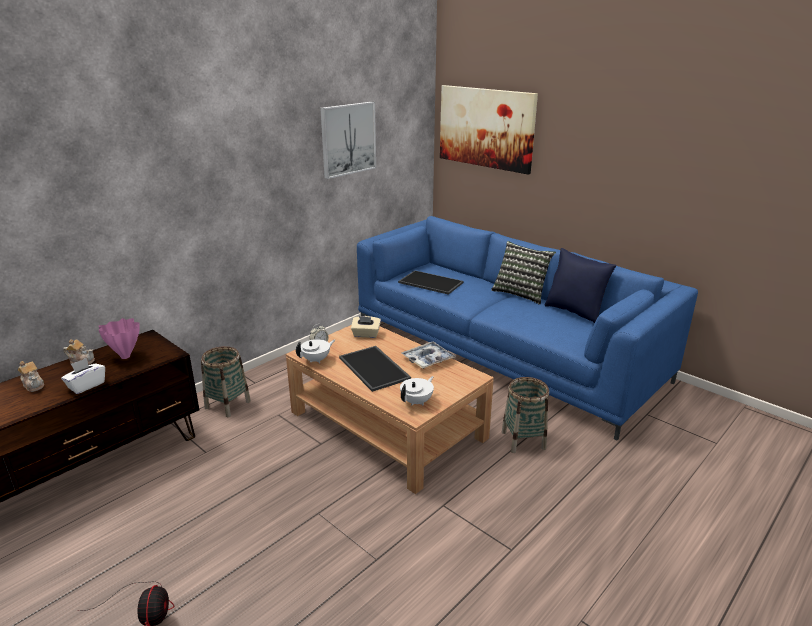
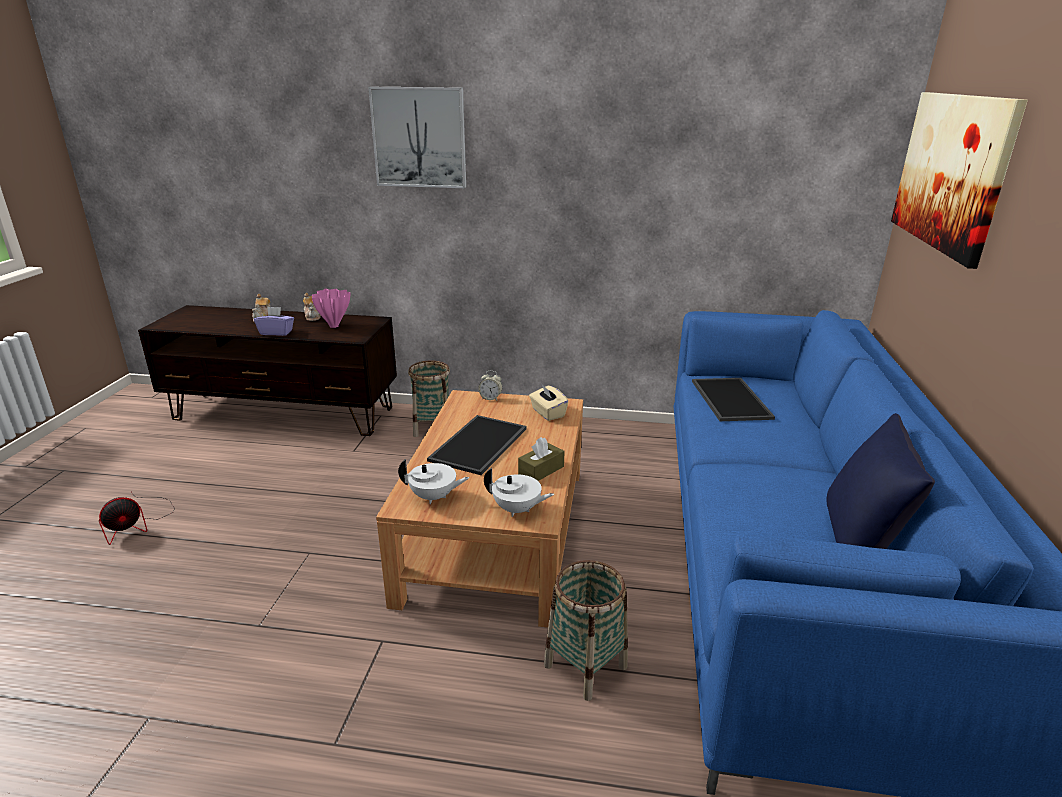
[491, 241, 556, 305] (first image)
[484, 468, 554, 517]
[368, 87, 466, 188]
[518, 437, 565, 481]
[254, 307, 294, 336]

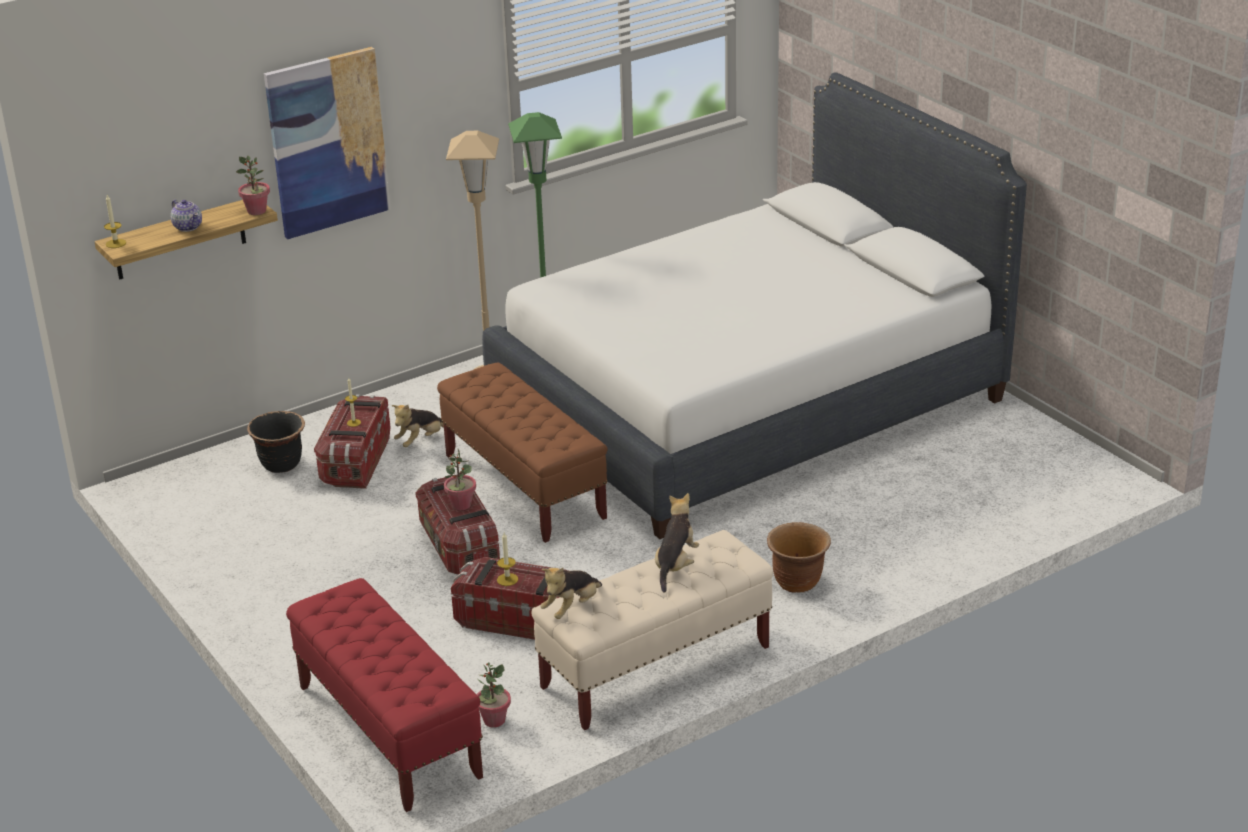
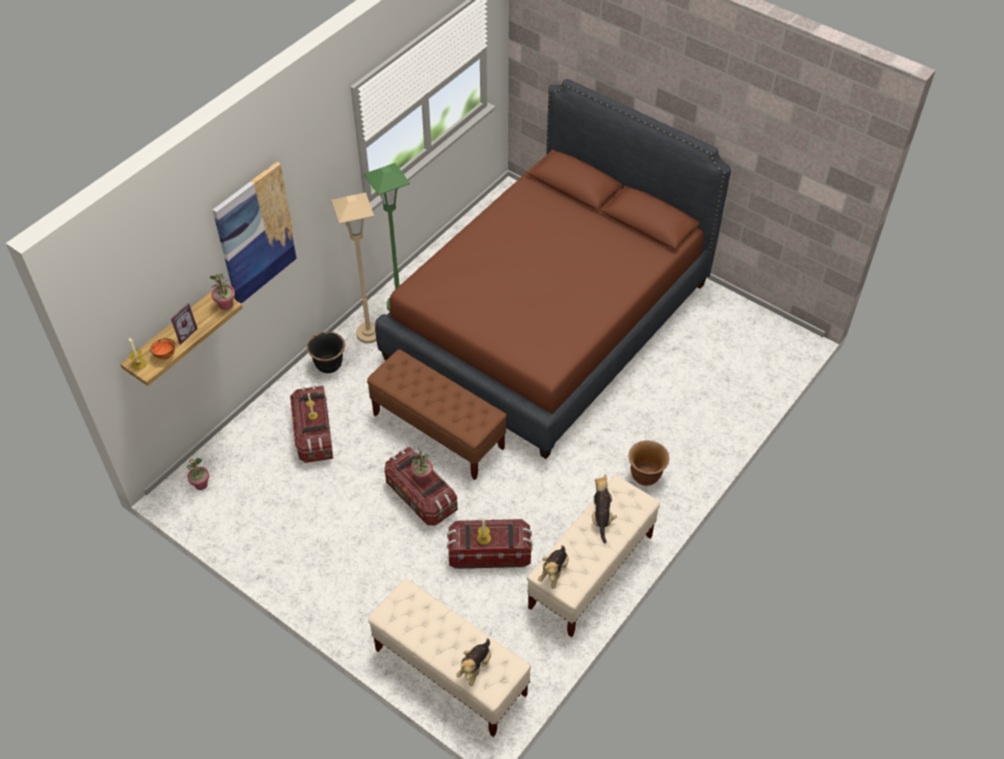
[150, 338, 175, 359]
[307, 332, 345, 373]
[456, 638, 491, 686]
[187, 458, 209, 490]
[171, 303, 198, 344]
[368, 578, 531, 737]
[375, 79, 731, 459]

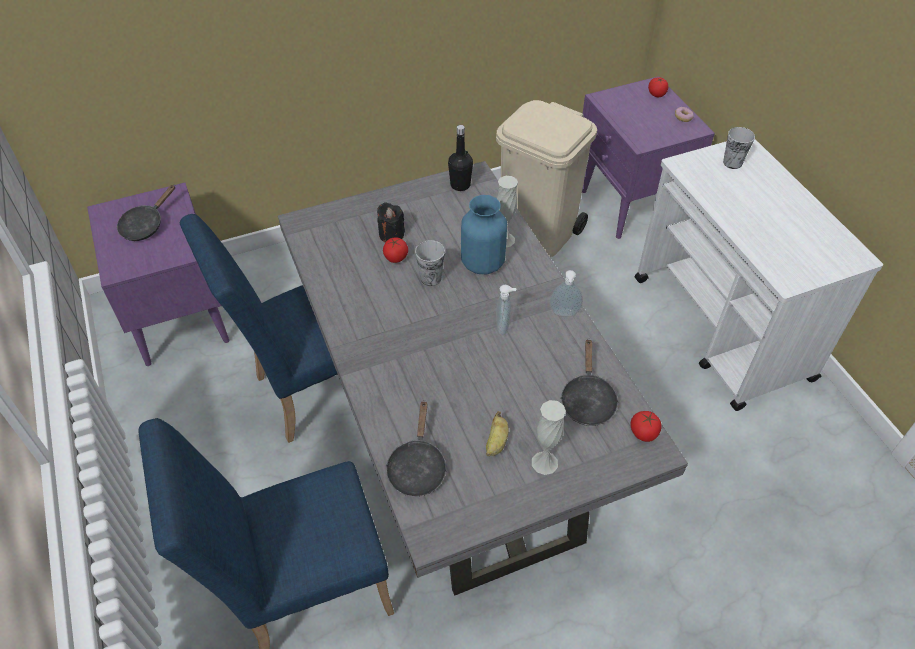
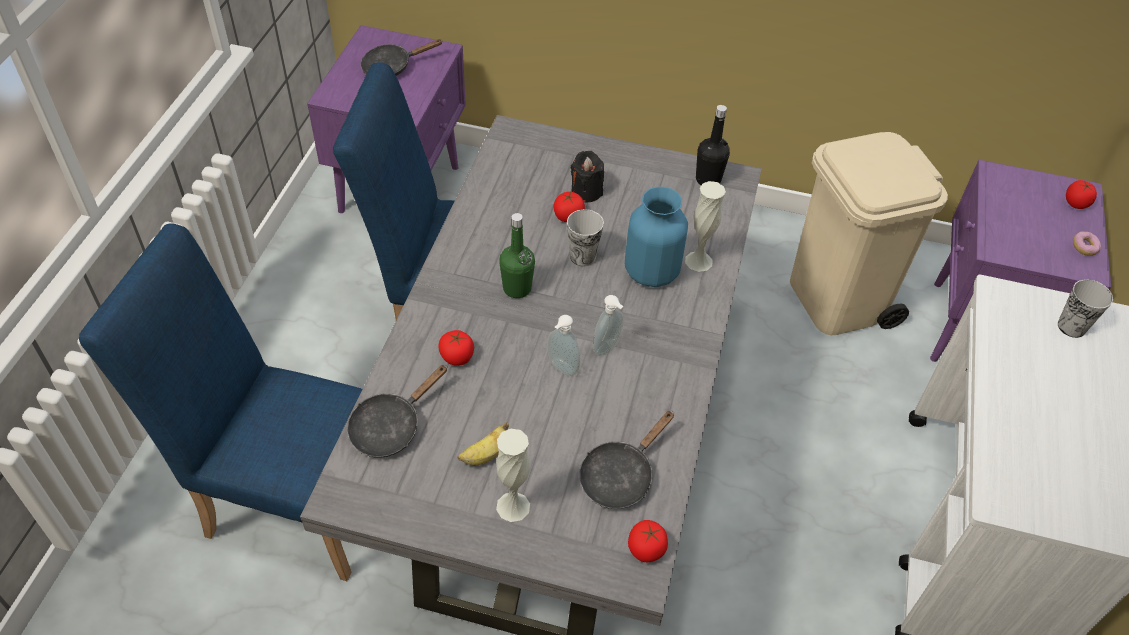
[438, 330, 474, 366]
[499, 213, 535, 298]
[547, 315, 581, 376]

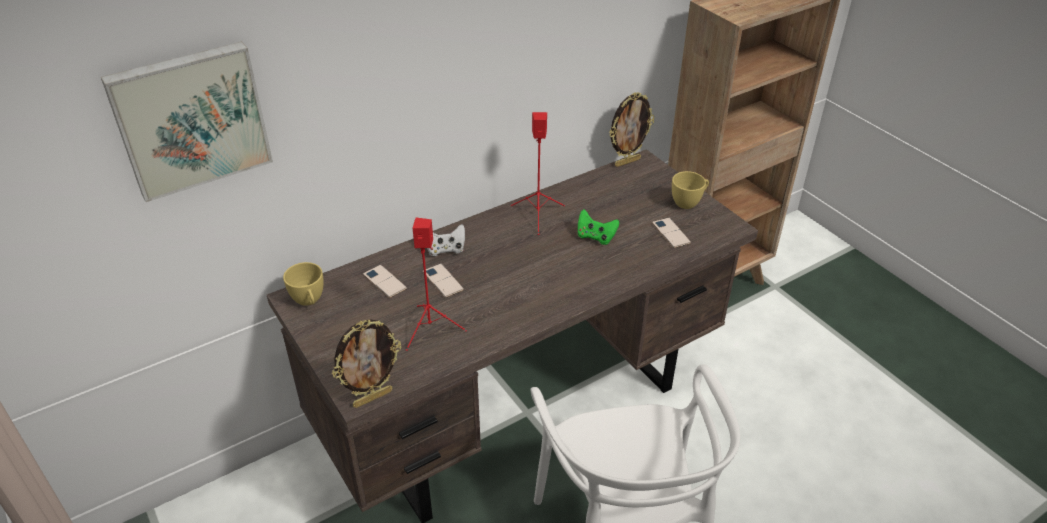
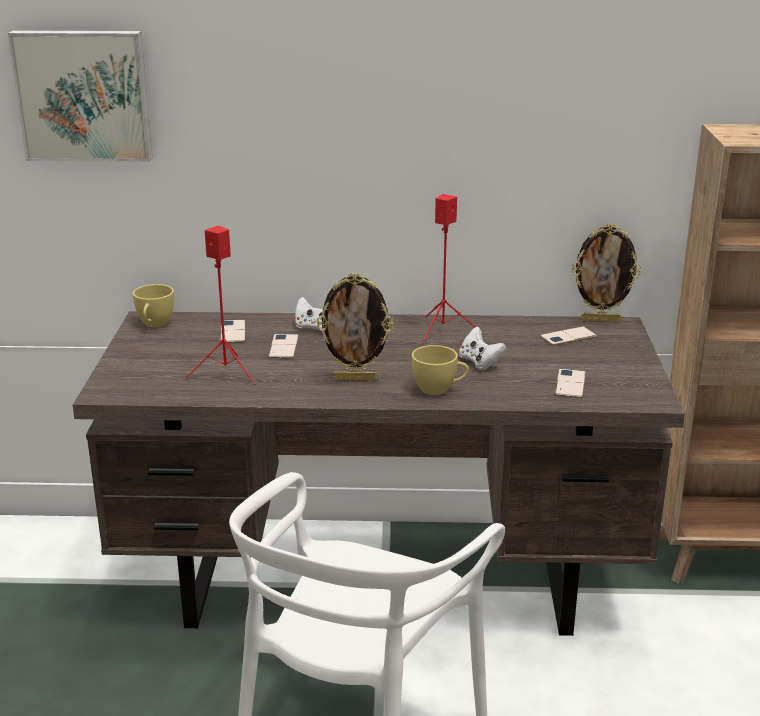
[540, 326, 597, 346]
[317, 273, 394, 381]
[412, 345, 469, 395]
[459, 327, 506, 370]

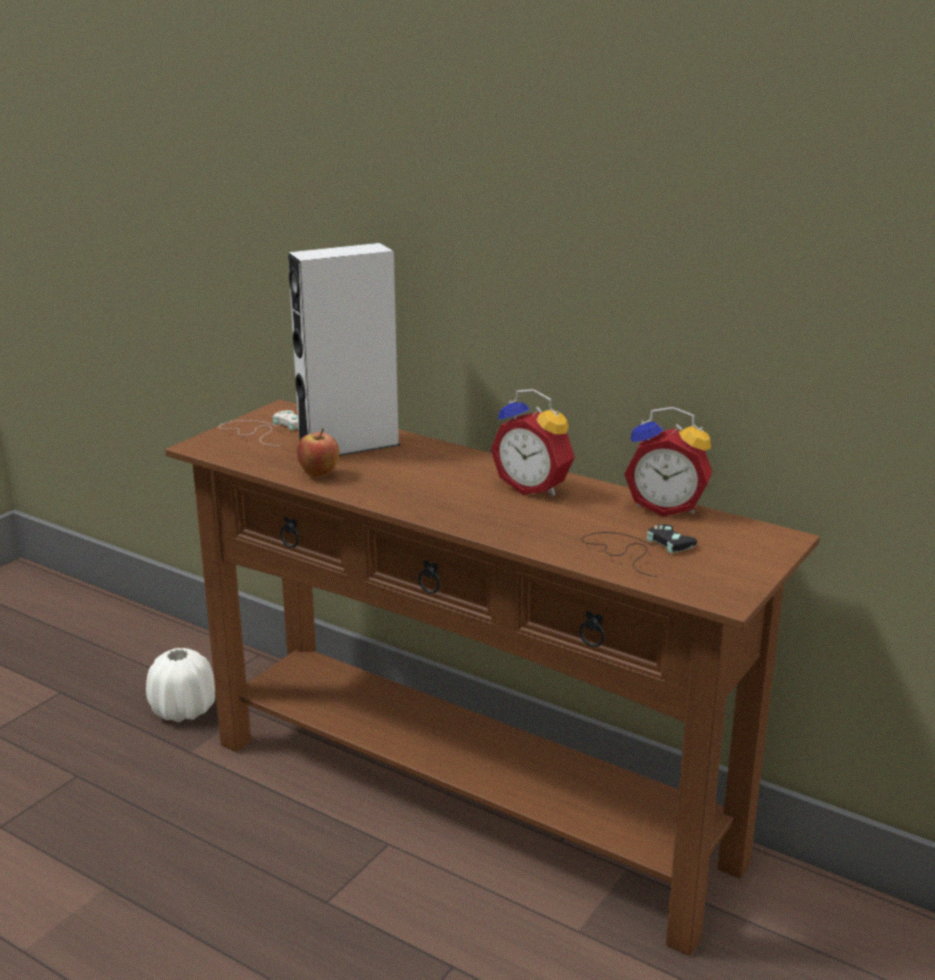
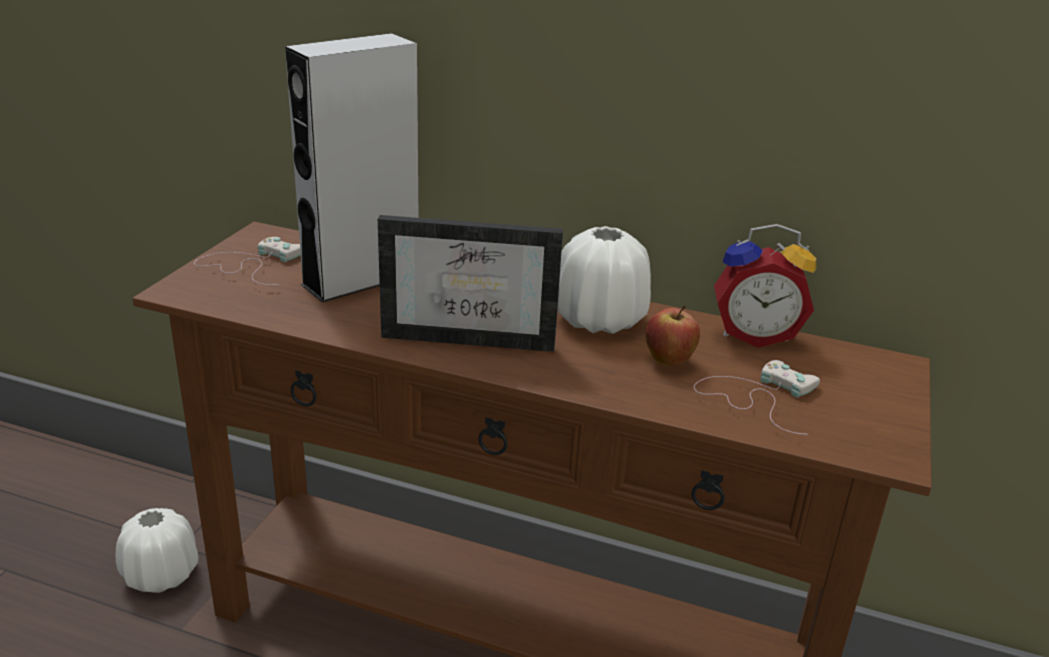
[378, 215, 563, 352]
[645, 305, 700, 366]
[558, 226, 651, 334]
[694, 360, 820, 435]

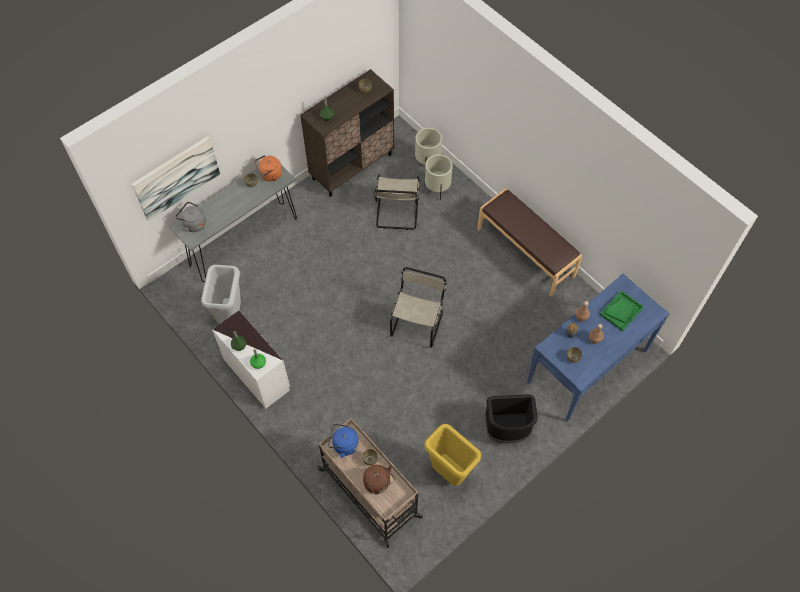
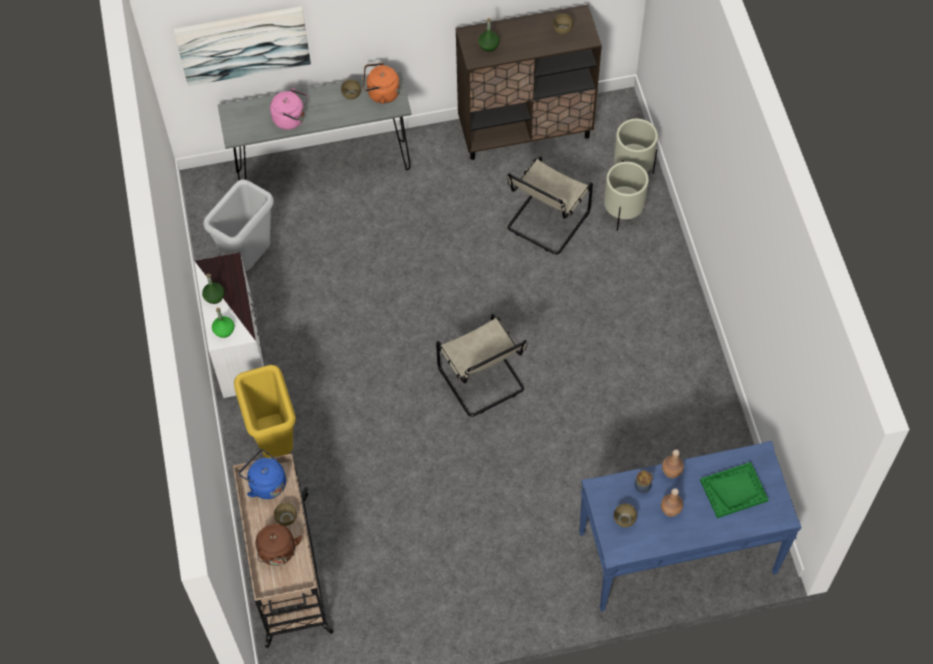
[175, 202, 206, 232] (first image)
[477, 188, 582, 296] (first image)
[485, 394, 538, 444] (first image)
[270, 88, 308, 130]
[234, 365, 296, 458]
[436, 314, 528, 417]

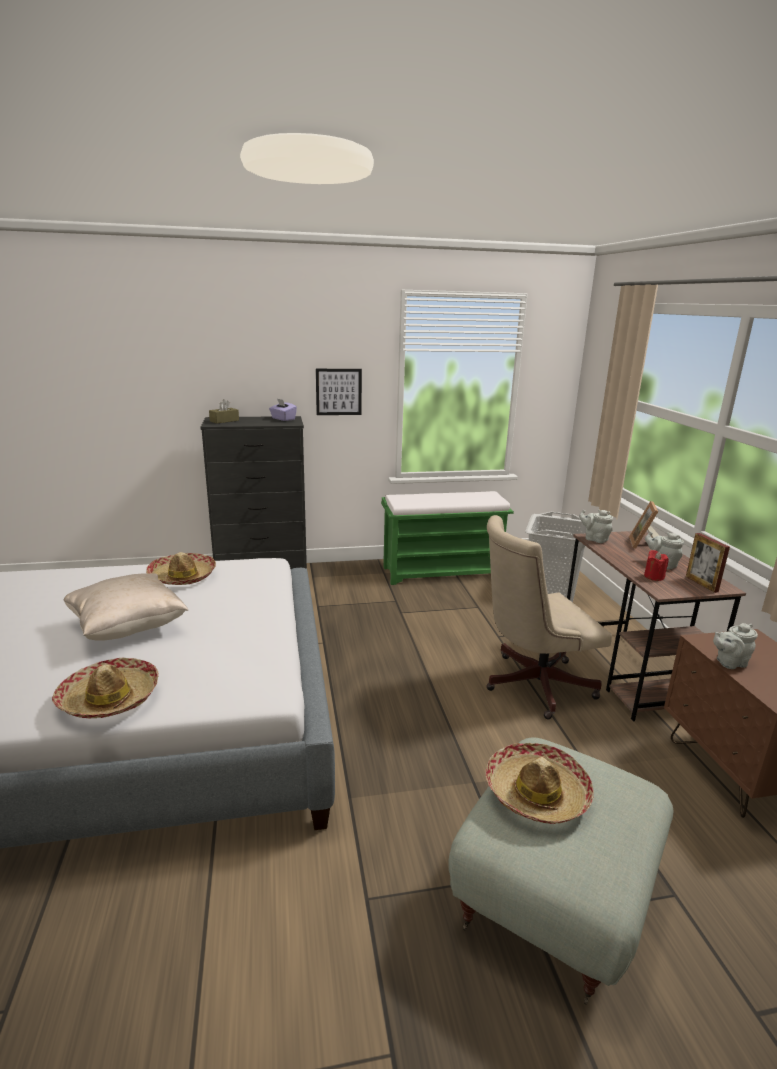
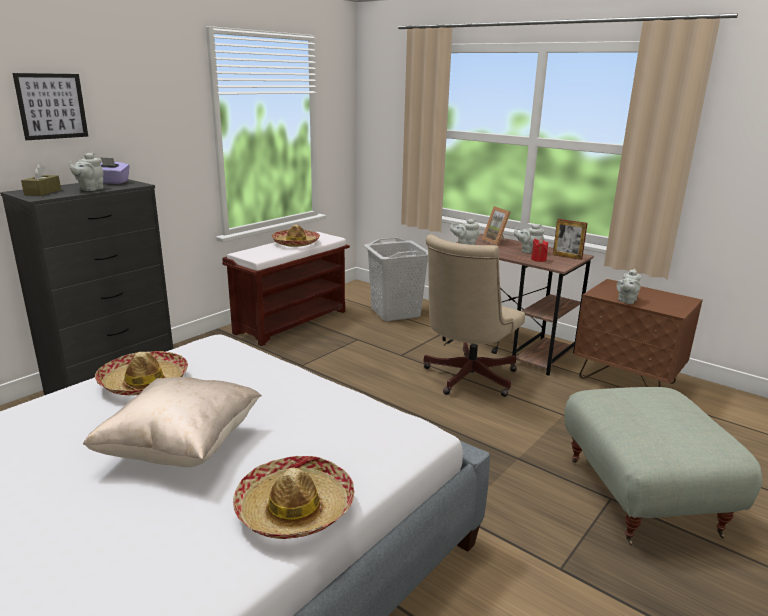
[69, 153, 104, 191]
[13, 73, 88, 140]
[271, 225, 320, 247]
[222, 232, 350, 346]

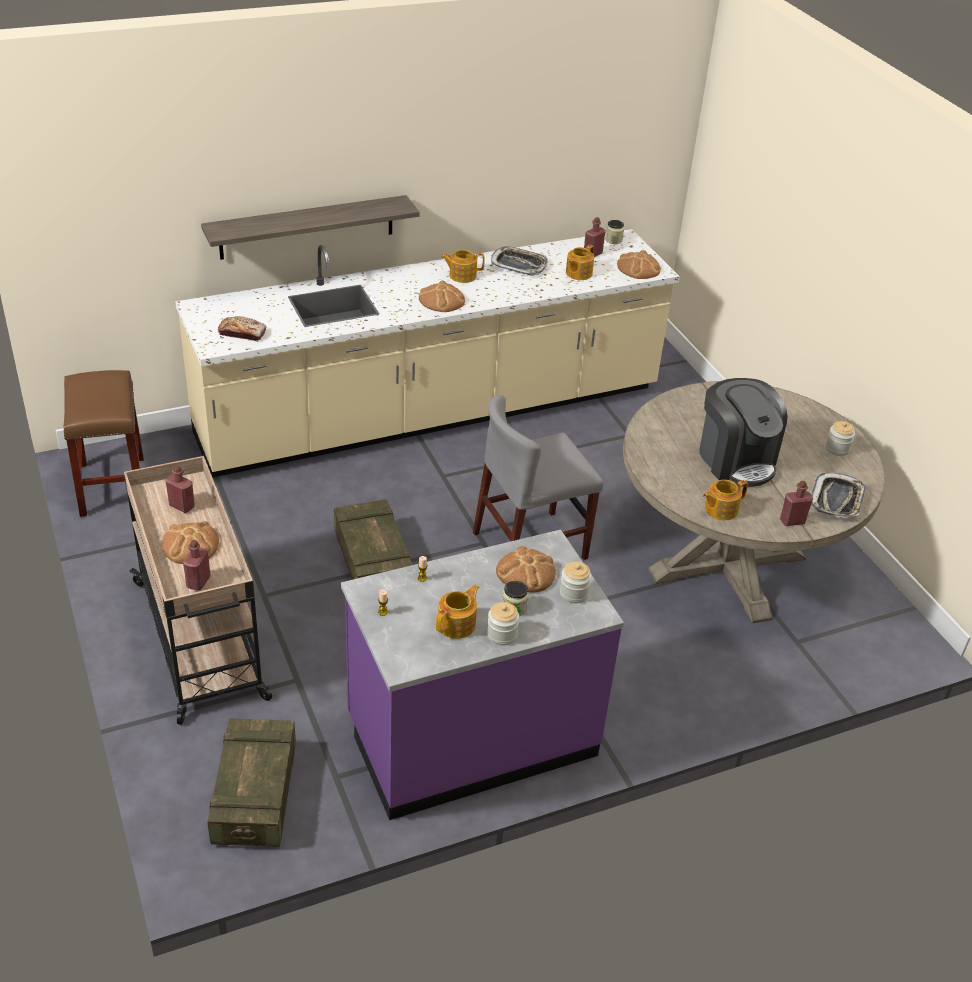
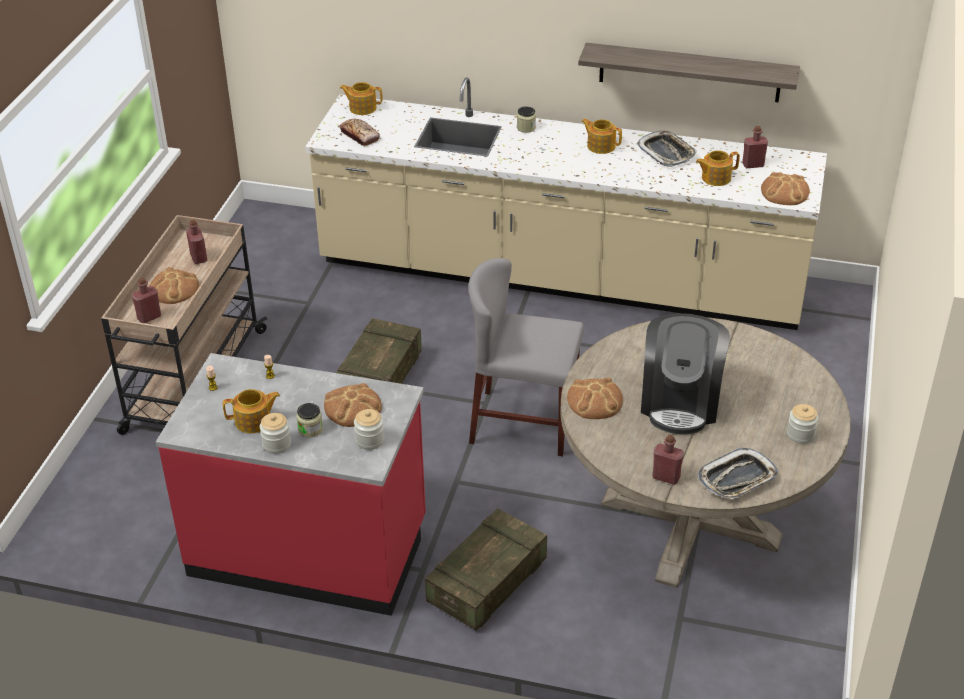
[64, 370, 144, 517] (first image)
[578, 43, 800, 102]
[425, 508, 547, 630]
[567, 377, 623, 419]
[517, 106, 536, 133]
[340, 82, 382, 115]
[156, 353, 426, 616]

